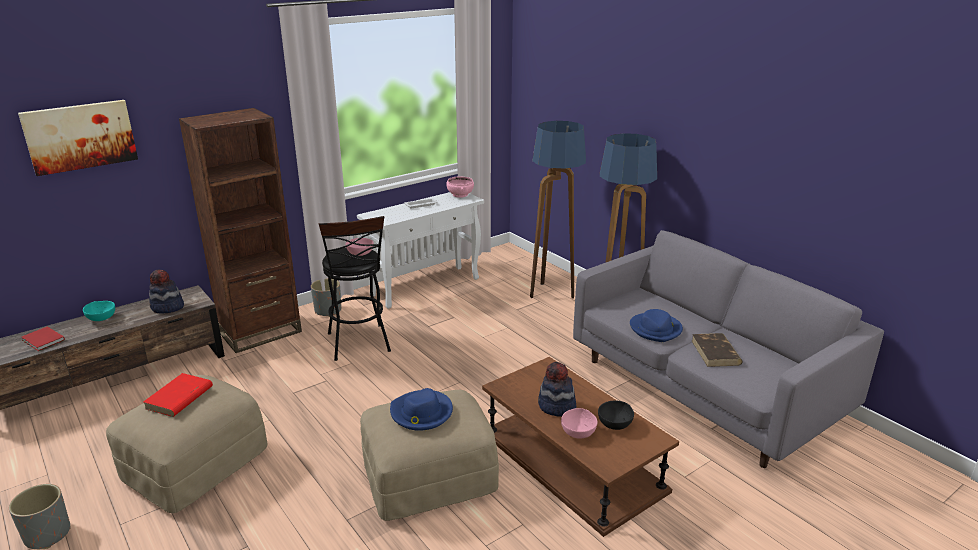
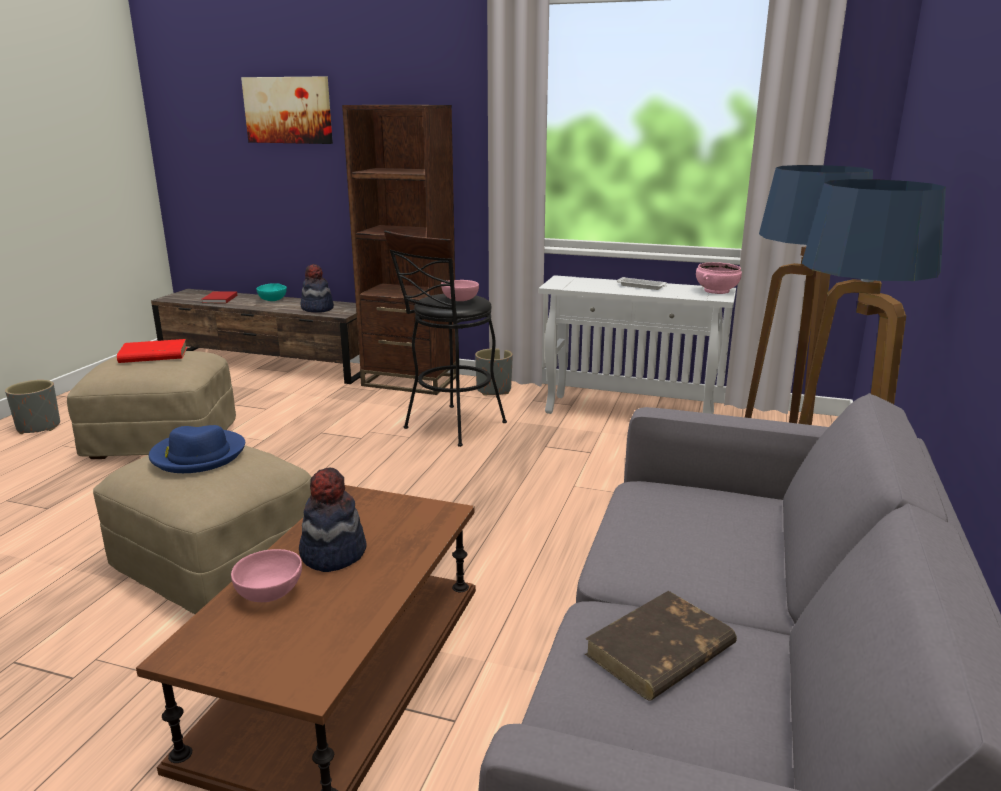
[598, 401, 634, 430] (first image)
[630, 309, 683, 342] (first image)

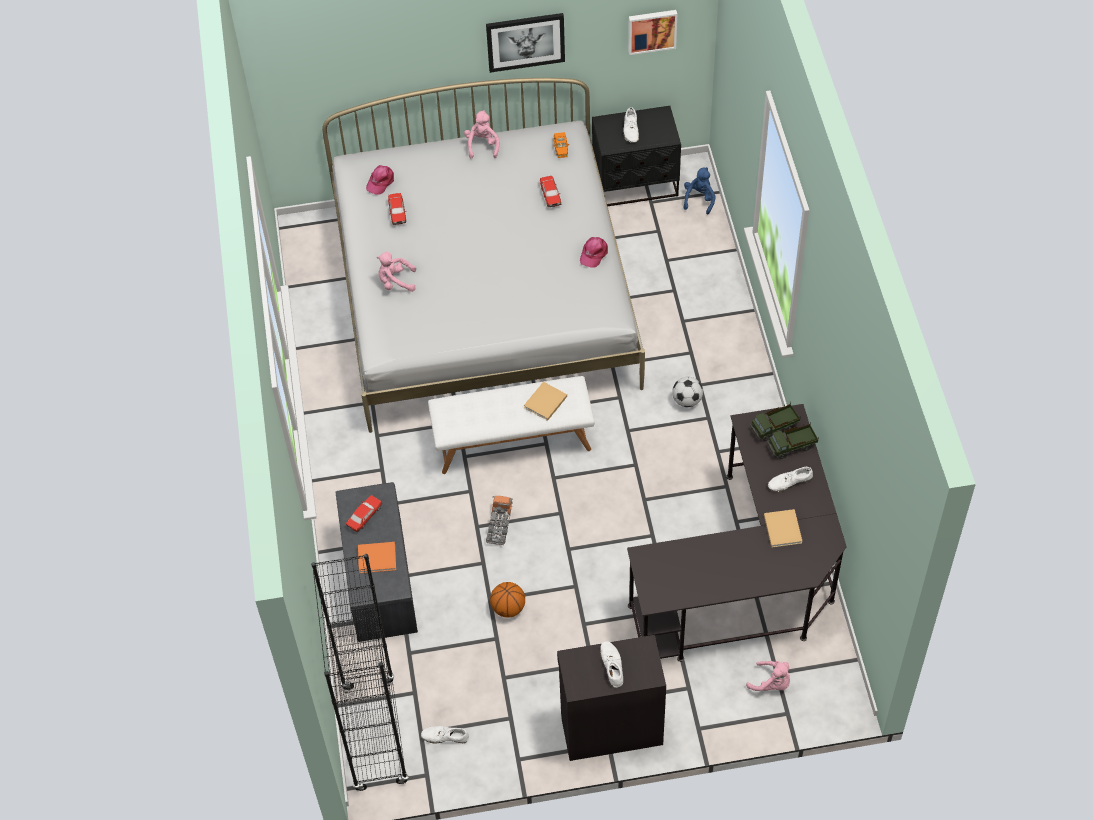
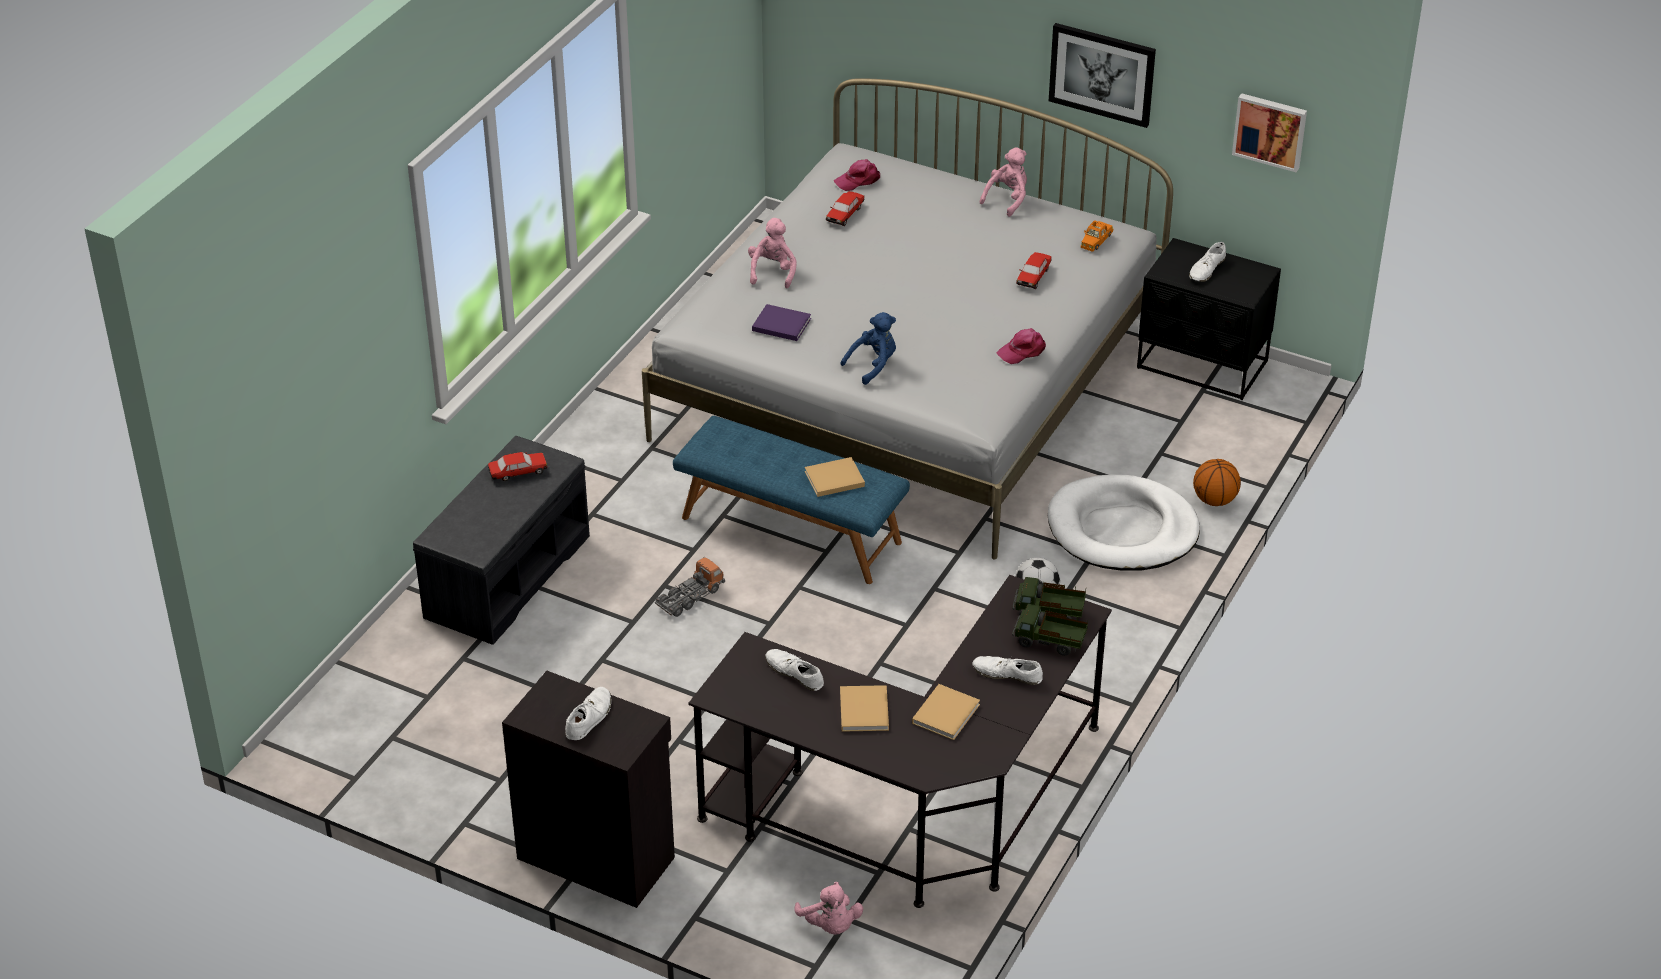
[311, 554, 409, 792] (first image)
[358, 542, 396, 573] (first image)
[752, 304, 811, 341]
[840, 685, 889, 732]
[1048, 474, 1200, 570]
[765, 649, 824, 691]
[1193, 459, 1241, 506]
[841, 312, 896, 385]
[673, 416, 910, 584]
[748, 218, 797, 288]

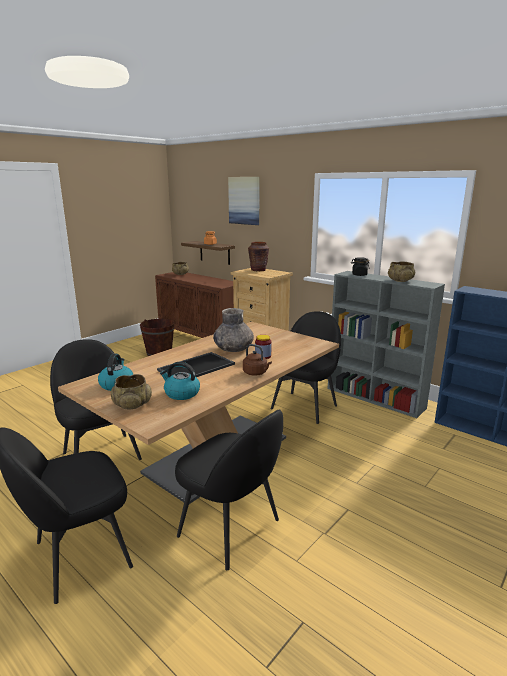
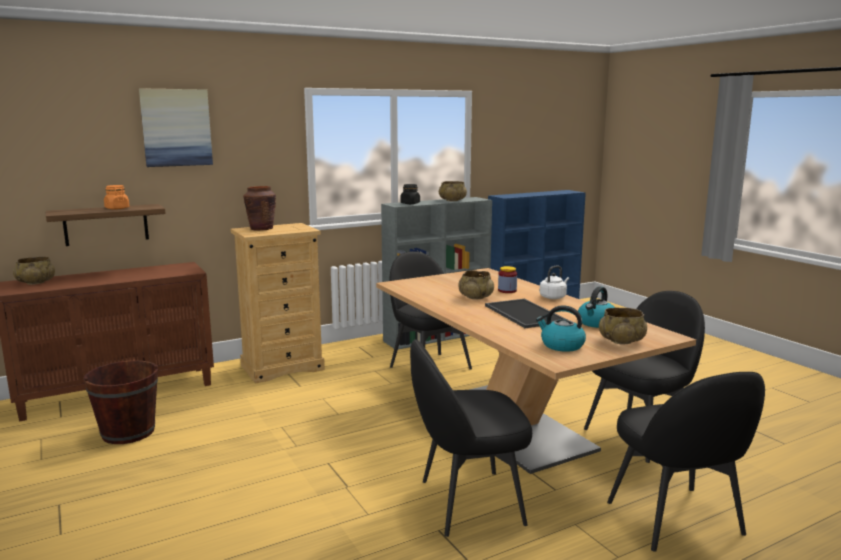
[459, 270, 494, 300]
[540, 266, 569, 299]

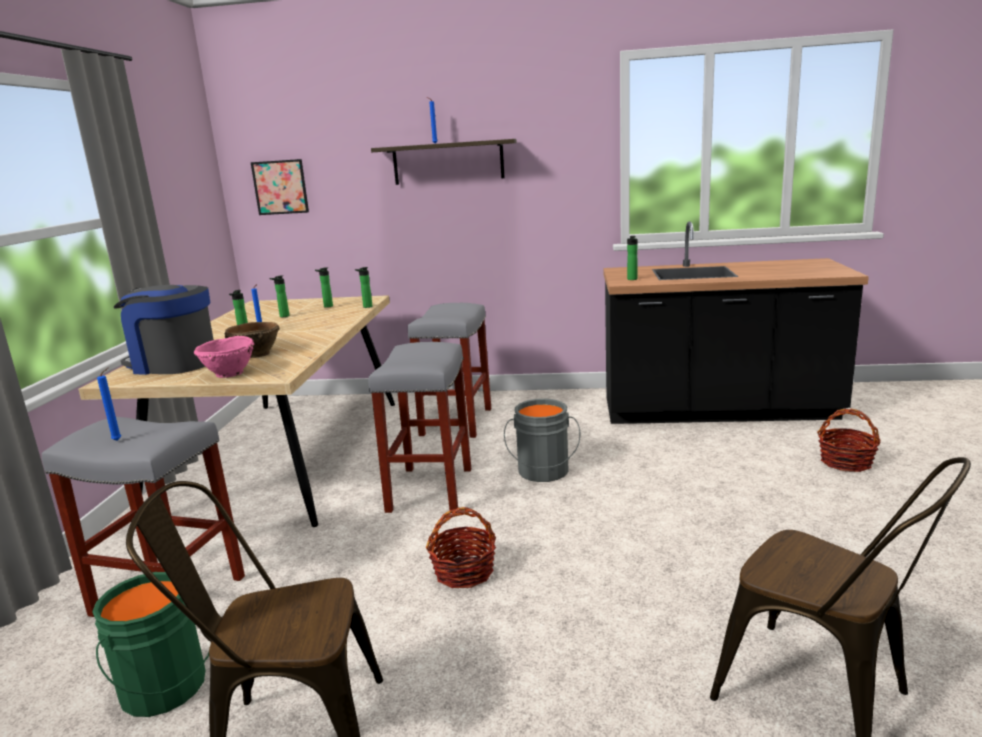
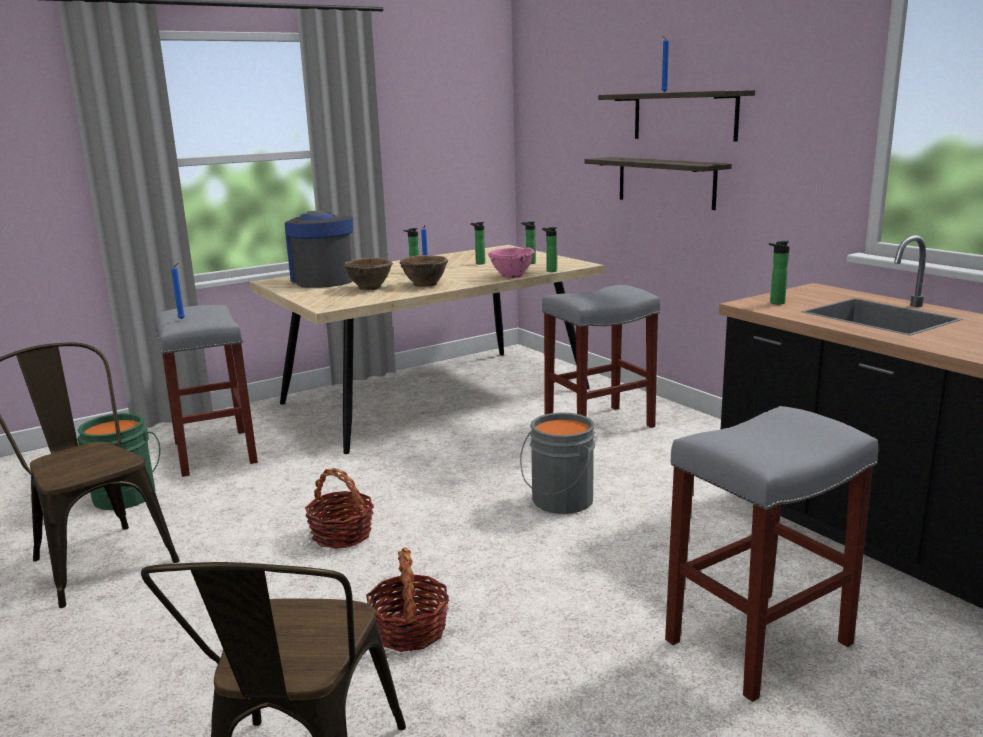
[251, 159, 309, 215] (first image)
[400, 255, 448, 287]
[584, 157, 732, 210]
[488, 247, 535, 278]
[665, 406, 878, 702]
[366, 548, 449, 652]

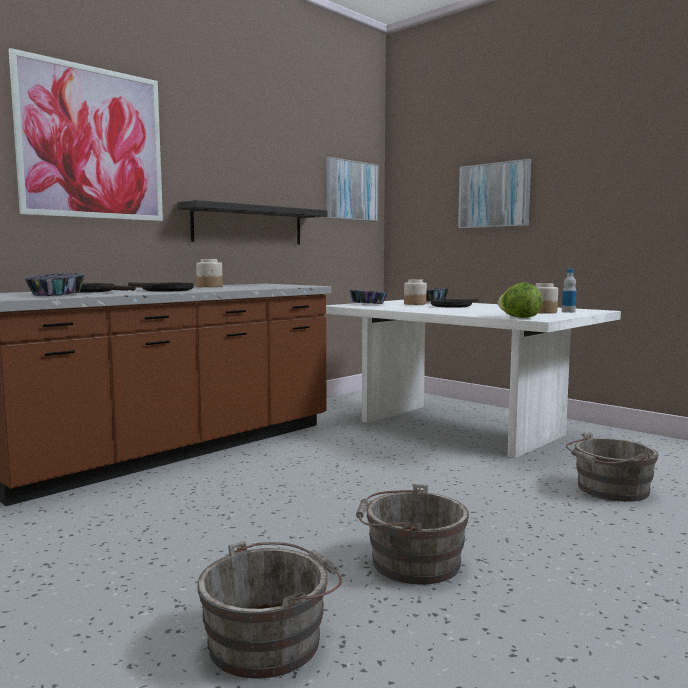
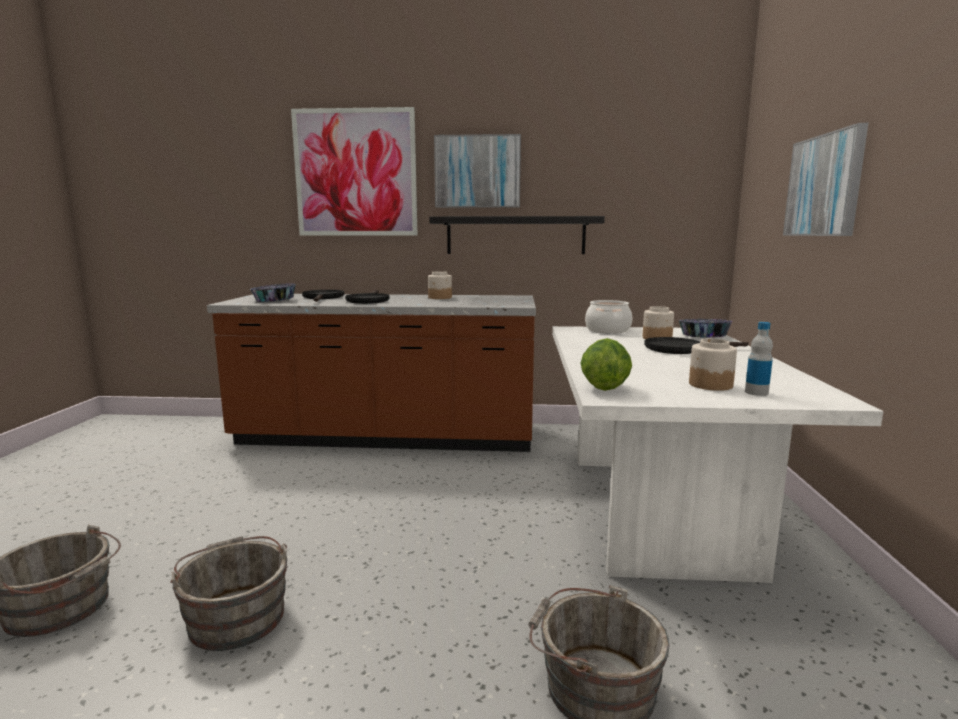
[434, 134, 521, 208]
[585, 300, 632, 334]

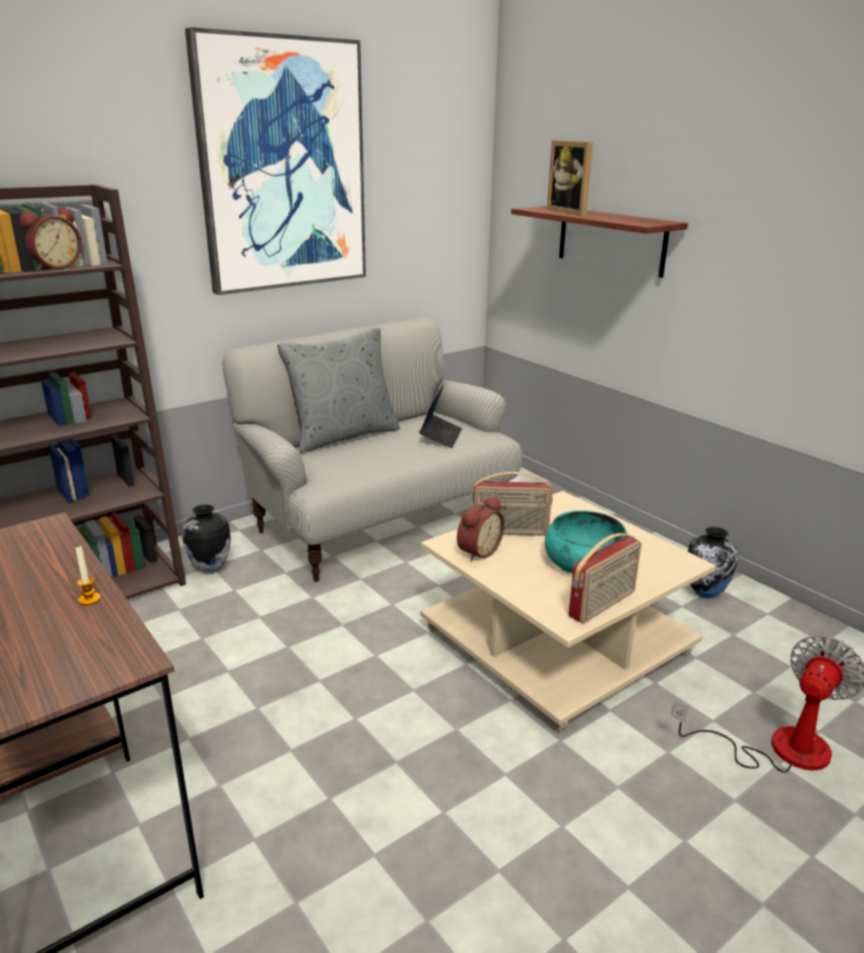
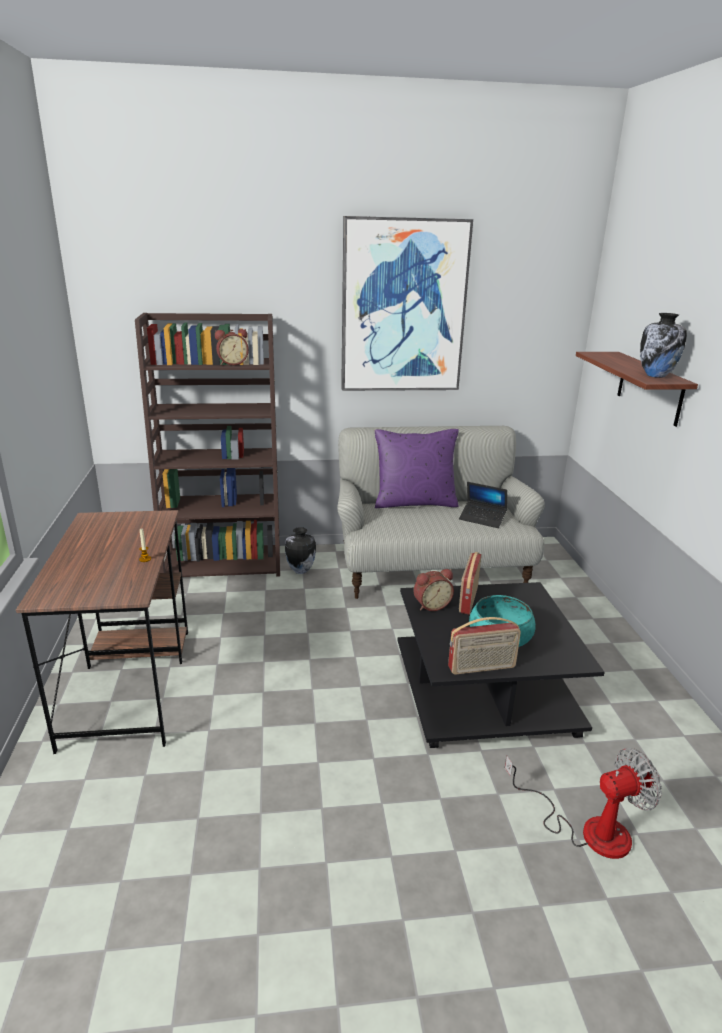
[547, 140, 593, 216] (first image)
[640, 313, 687, 378]
[375, 429, 459, 508]
[397, 582, 605, 748]
[459, 482, 507, 528]
[459, 552, 482, 615]

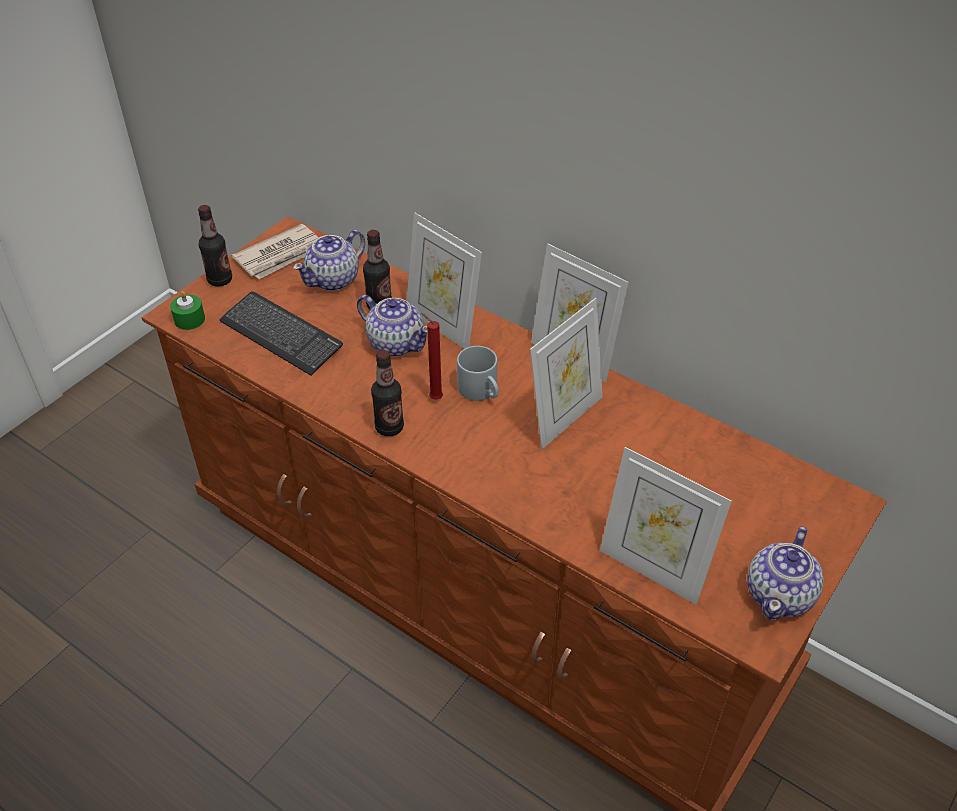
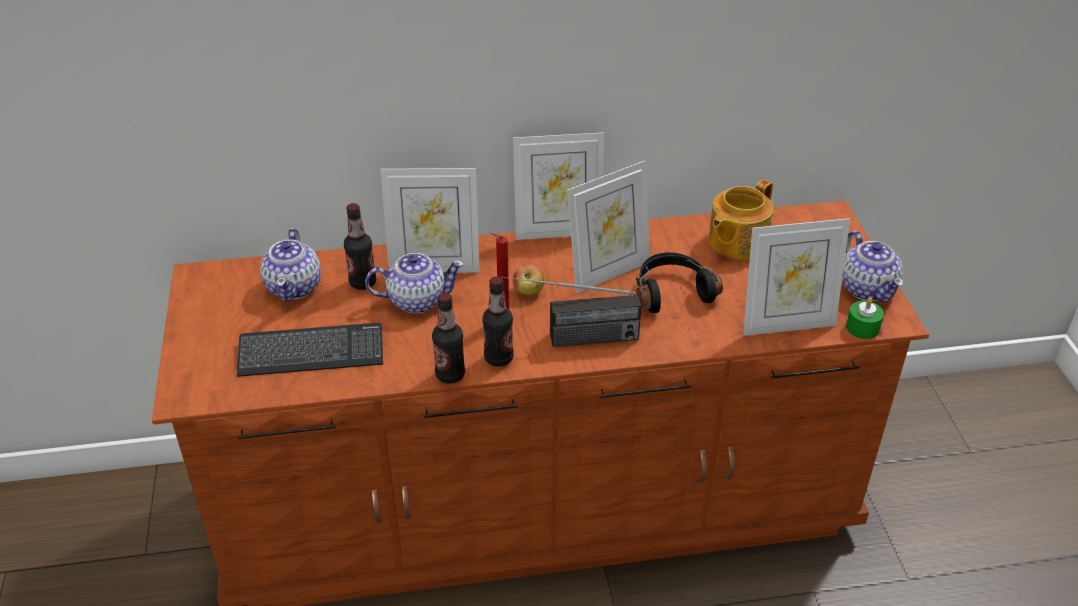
[232, 224, 319, 279] (first image)
[501, 276, 641, 347]
[636, 252, 723, 313]
[709, 179, 773, 260]
[846, 297, 884, 339]
[432, 293, 465, 384]
[513, 264, 545, 296]
[567, 160, 650, 294]

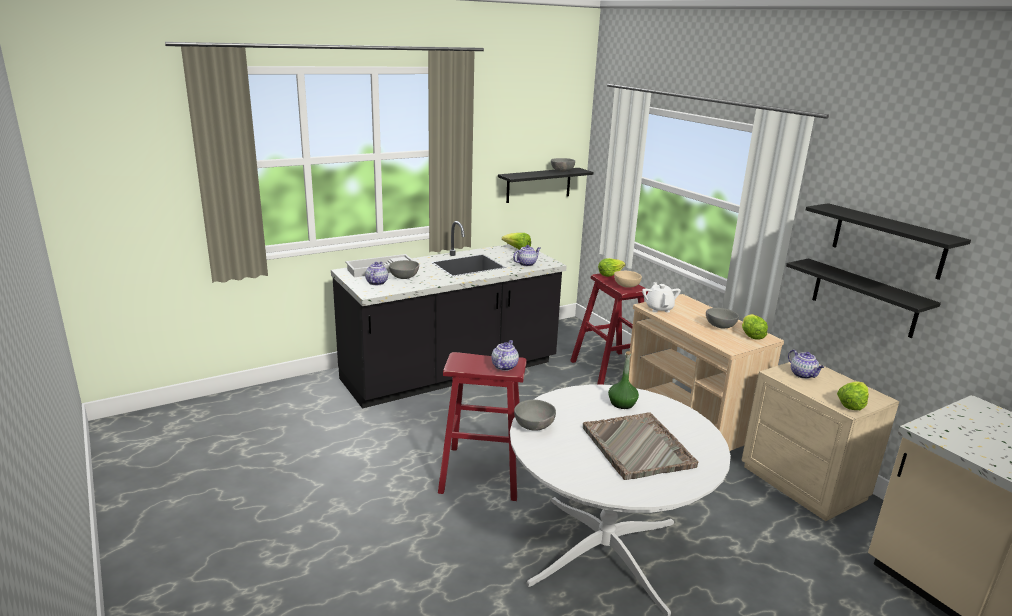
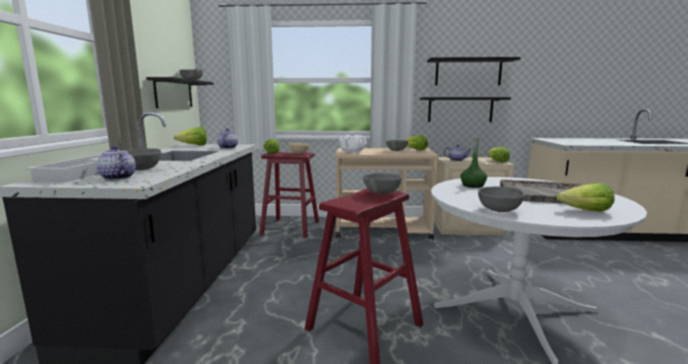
[556, 183, 614, 212]
[363, 173, 402, 194]

